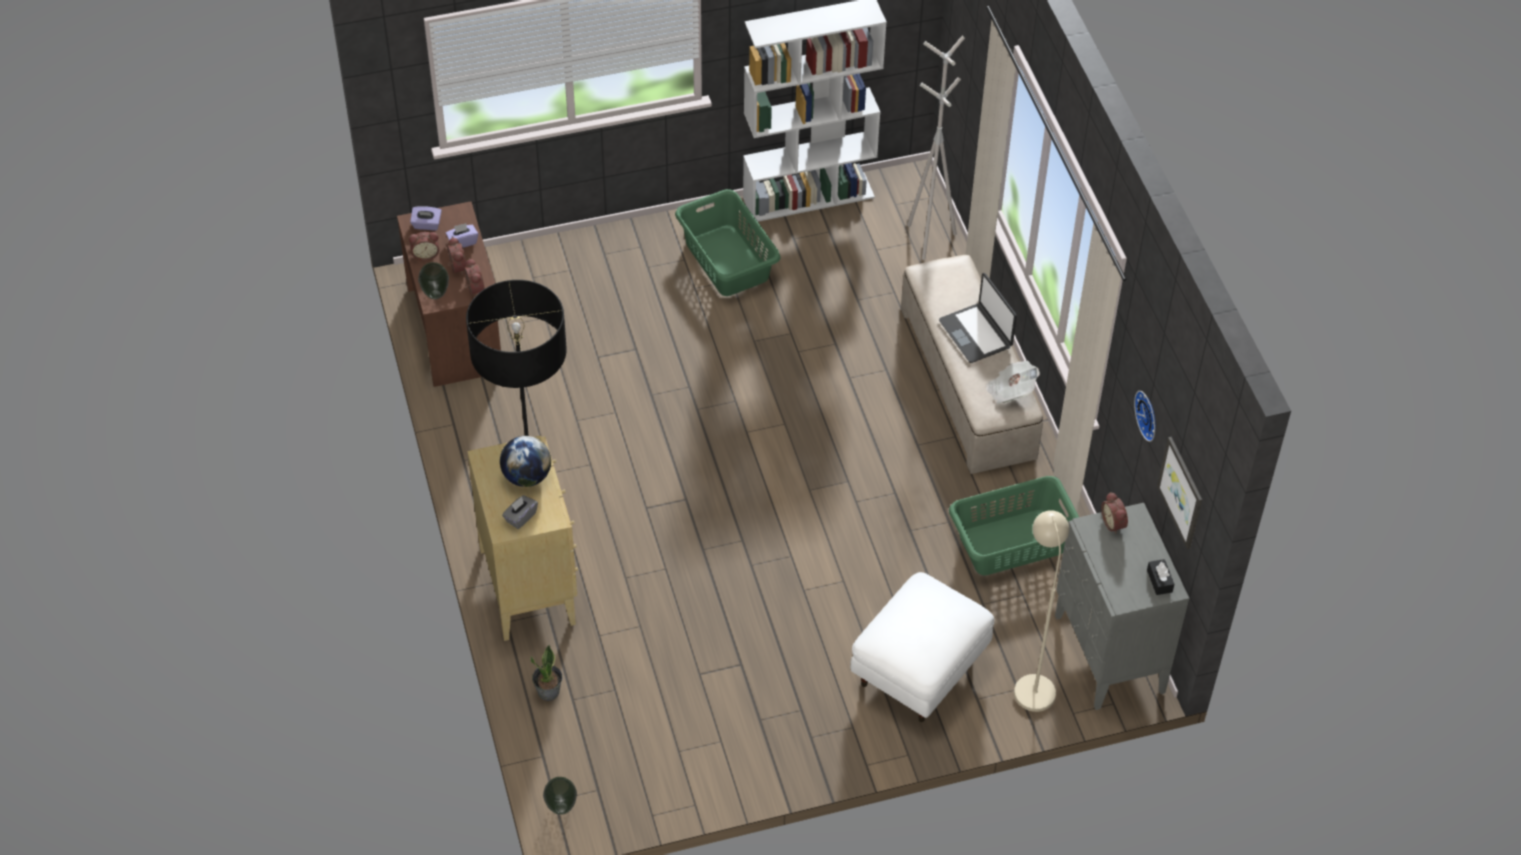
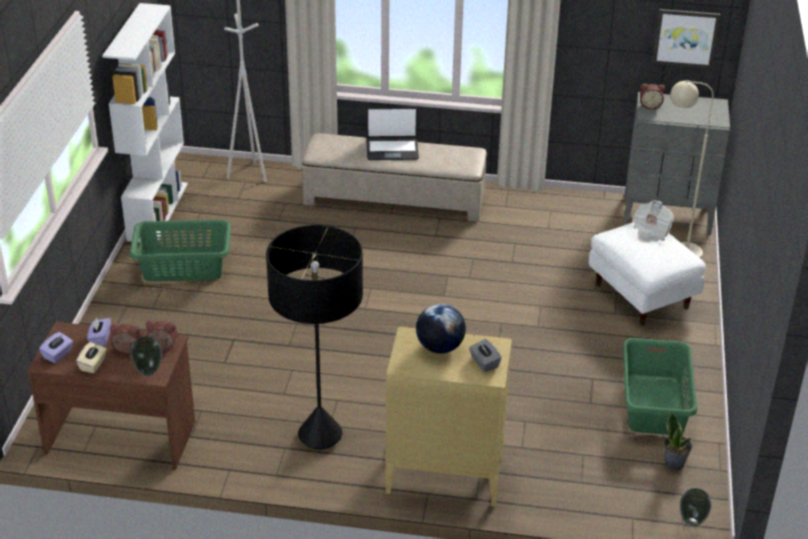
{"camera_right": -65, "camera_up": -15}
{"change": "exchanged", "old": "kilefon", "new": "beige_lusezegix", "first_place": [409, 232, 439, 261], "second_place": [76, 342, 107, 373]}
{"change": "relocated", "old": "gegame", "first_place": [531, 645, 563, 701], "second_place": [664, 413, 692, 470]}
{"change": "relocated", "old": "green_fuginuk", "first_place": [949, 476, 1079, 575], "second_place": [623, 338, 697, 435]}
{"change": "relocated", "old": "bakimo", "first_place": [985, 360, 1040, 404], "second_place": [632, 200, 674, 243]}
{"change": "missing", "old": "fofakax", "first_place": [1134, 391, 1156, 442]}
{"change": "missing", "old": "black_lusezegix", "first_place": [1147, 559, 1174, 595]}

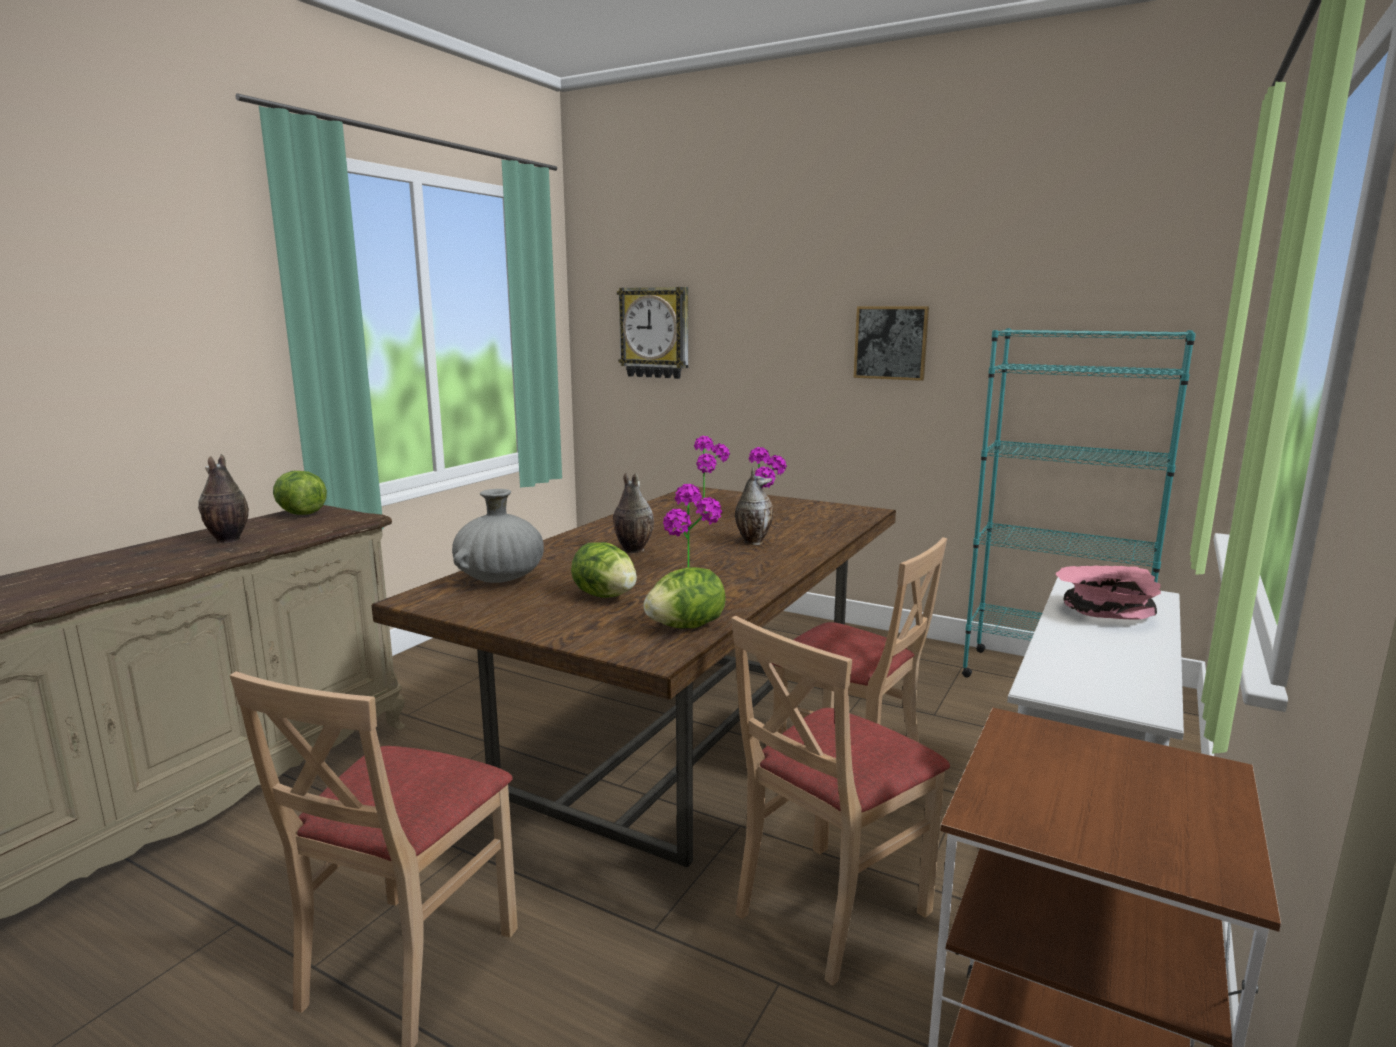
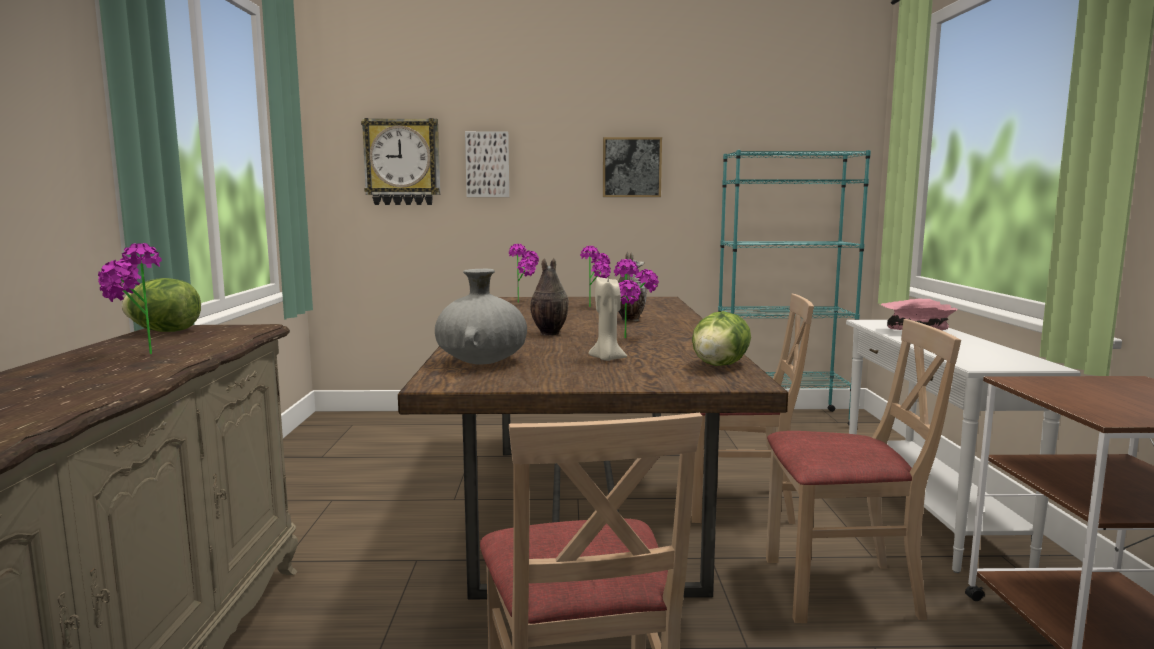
{"camera_right": -30, "camera_up": -5}
{"change": "exchanged", "old": "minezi", "new": "gegame", "first_place": [198, 454, 249, 543], "second_place": [98, 243, 162, 354]}
{"change": "exchanged", "old": "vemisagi", "new": "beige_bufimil", "first_place": [571, 542, 637, 598], "second_place": [589, 277, 627, 361]}
{"change": "spun", "old": "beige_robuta", "first_place": [731, 616, 950, 986], "second_place": [766, 319, 961, 623], "degrees": -105}
{"change": "appeared", "new": "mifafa", "second_place": [465, 131, 509, 197]}

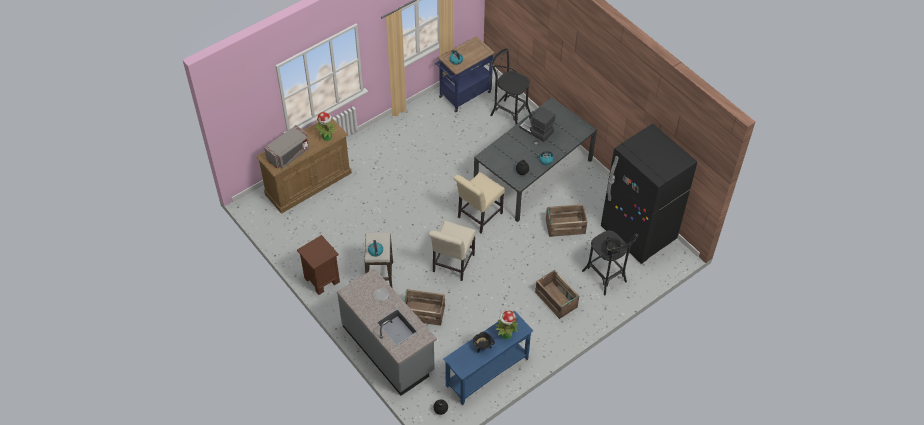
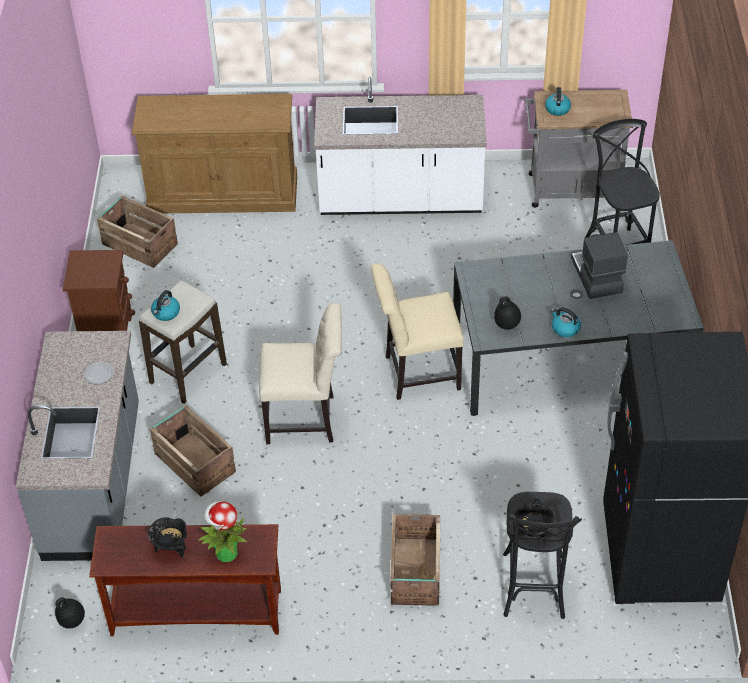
{"camera_right": 40, "camera_up": -5}
{"change": "missing", "old": "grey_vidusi", "first_place": [264, 125, 309, 169]}
{"change": "missing", "old": "gegame", "first_place": [316, 112, 337, 141]}
{"change": "spun", "old": "beige_robuta", "first_place": [429, 221, 476, 281], "second_place": [259, 303, 342, 444], "degrees": -150}
{"change": "colour", "old": "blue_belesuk", "new": "grey_belesuk", "first_place": [435, 36, 495, 112], "second_place": [524, 90, 633, 208]}
{"change": "colour", "old": "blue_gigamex", "new": "brown_gigamex", "first_place": [443, 311, 533, 405], "second_place": [89, 524, 281, 636]}
{"change": "relocated", "old": "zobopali", "first_place": [546, 204, 587, 237], "second_place": [97, 196, 178, 268]}
{"change": "appeared", "new": "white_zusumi", "second_place": [314, 77, 487, 215]}

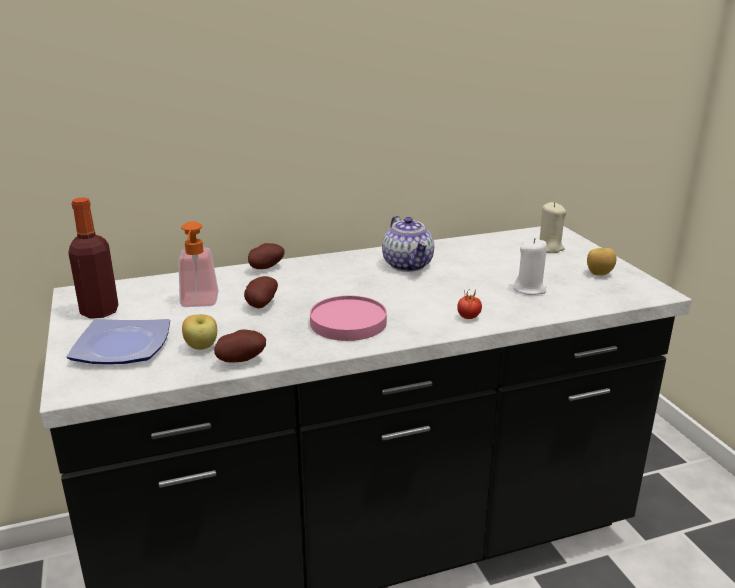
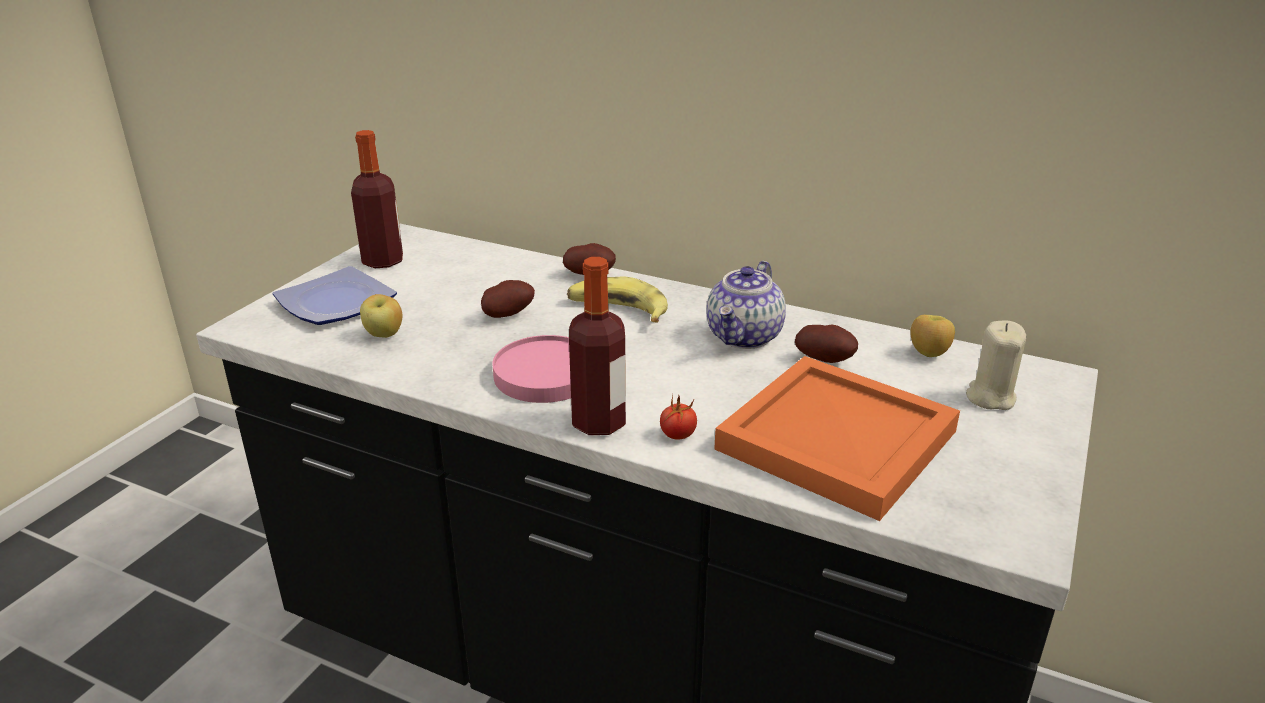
{"camera_right": 45, "camera_up": 5}
{"change": "missing", "old": "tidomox", "first_place": [178, 221, 219, 307]}
{"change": "relocated", "old": "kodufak", "first_place": [214, 330, 266, 363], "second_place": [795, 324, 858, 363]}
{"change": "exchanged", "old": "white_bufimil", "new": "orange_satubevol", "first_place": [513, 238, 547, 295], "second_place": [714, 356, 960, 521]}
{"change": "relocated", "old": "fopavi", "first_place": [587, 248, 616, 276], "second_place": [910, 315, 955, 357]}
{"change": "appeared", "new": "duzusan", "second_place": [567, 277, 668, 322]}
{"change": "appeared", "new": "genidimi", "second_place": [569, 257, 626, 435]}

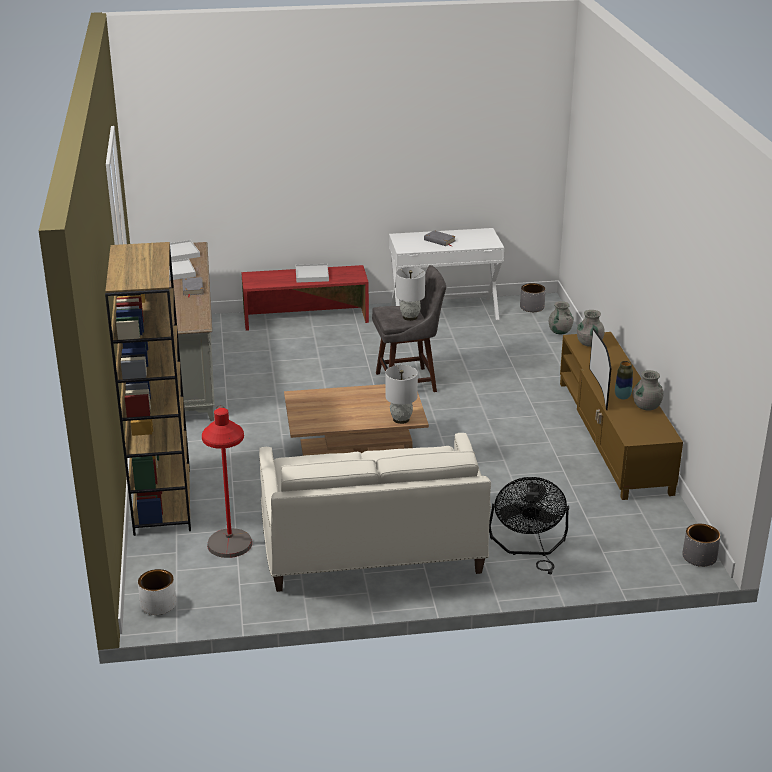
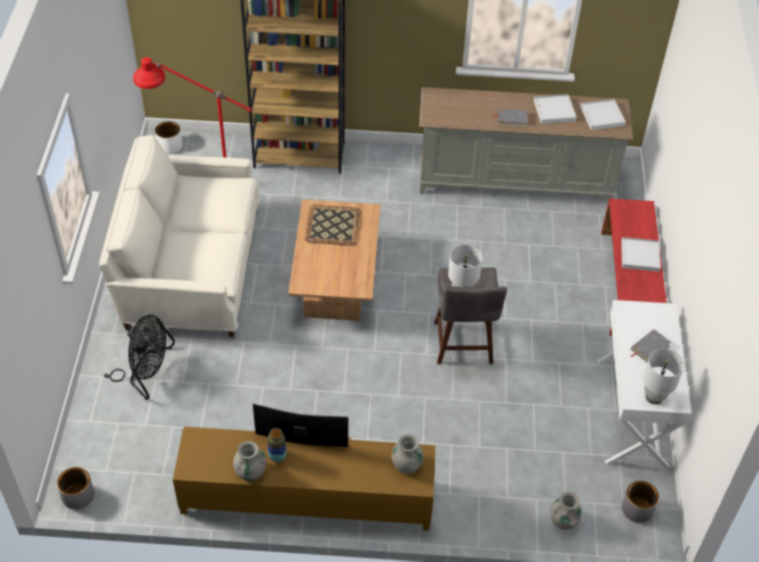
{"camera_right": 100, "camera_up": 20}
{"change": "relocated", "old": "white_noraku", "first_place": [385, 365, 418, 424], "second_place": [643, 349, 684, 404]}
{"change": "appeared", "new": "satubevol", "second_place": [305, 205, 360, 246]}

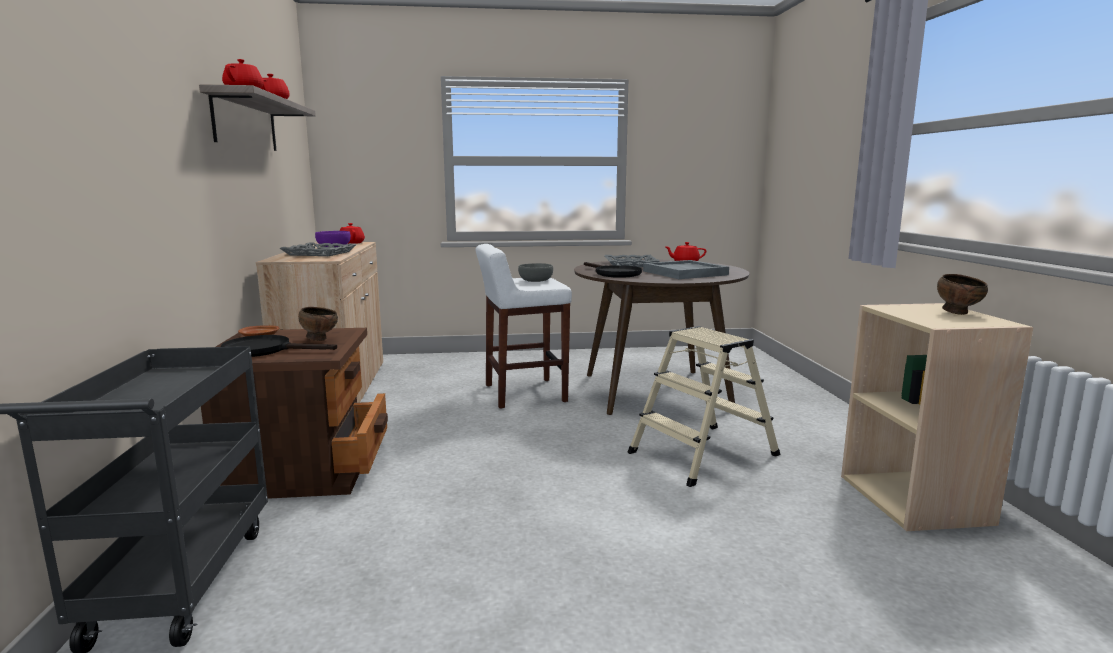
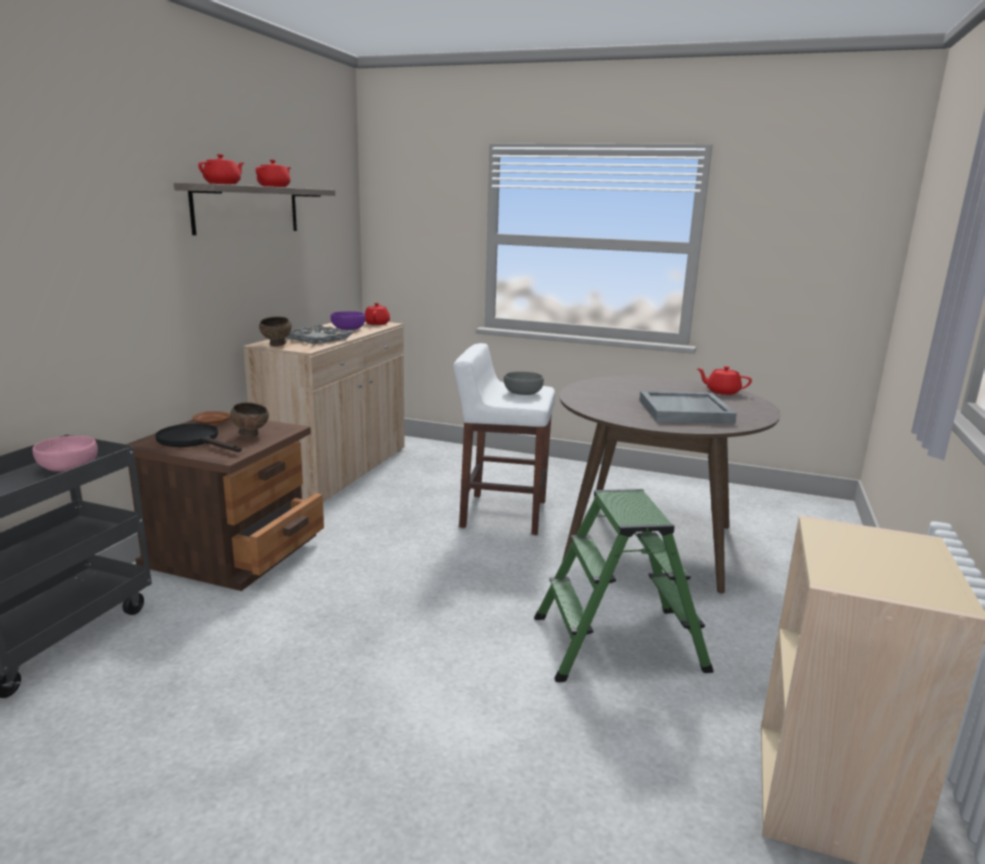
{"camera_right": 25, "camera_up": 5}
{"change": "missing", "old": "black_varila", "first_place": [584, 262, 642, 278]}
{"change": "missing", "old": "grey_satubevol", "first_place": [604, 255, 660, 267]}
{"change": "colour", "old": "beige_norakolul", "new": "green_norakolul", "first_place": [627, 326, 781, 487], "second_place": [534, 489, 714, 682]}
{"change": "relocated", "old": "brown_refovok", "first_place": [937, 274, 988, 315], "second_place": [259, 317, 292, 346]}
{"change": "appeared", "new": "pink_refovok", "second_place": [32, 436, 98, 472]}

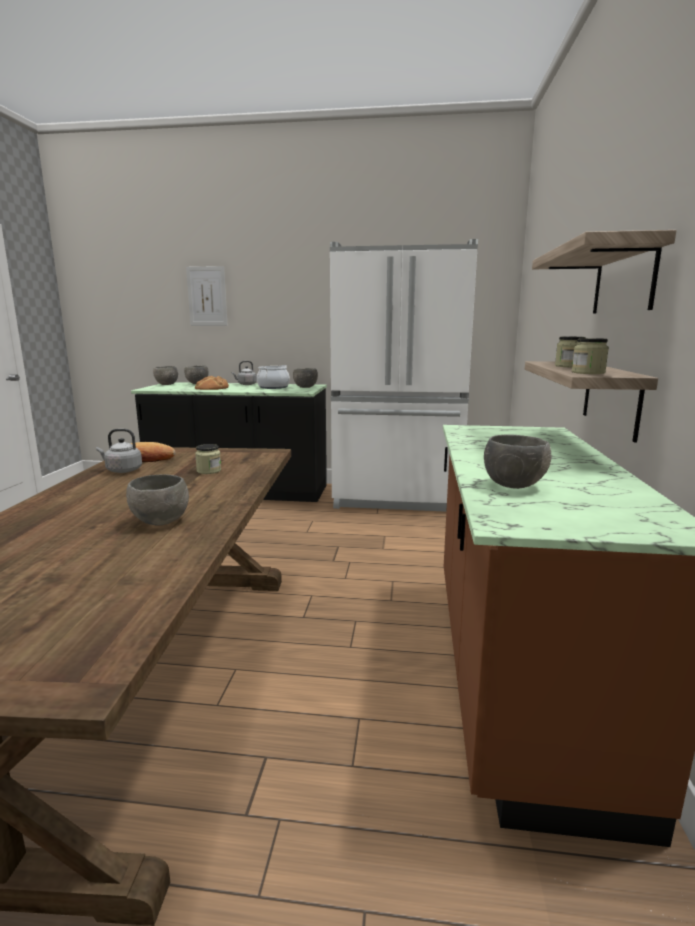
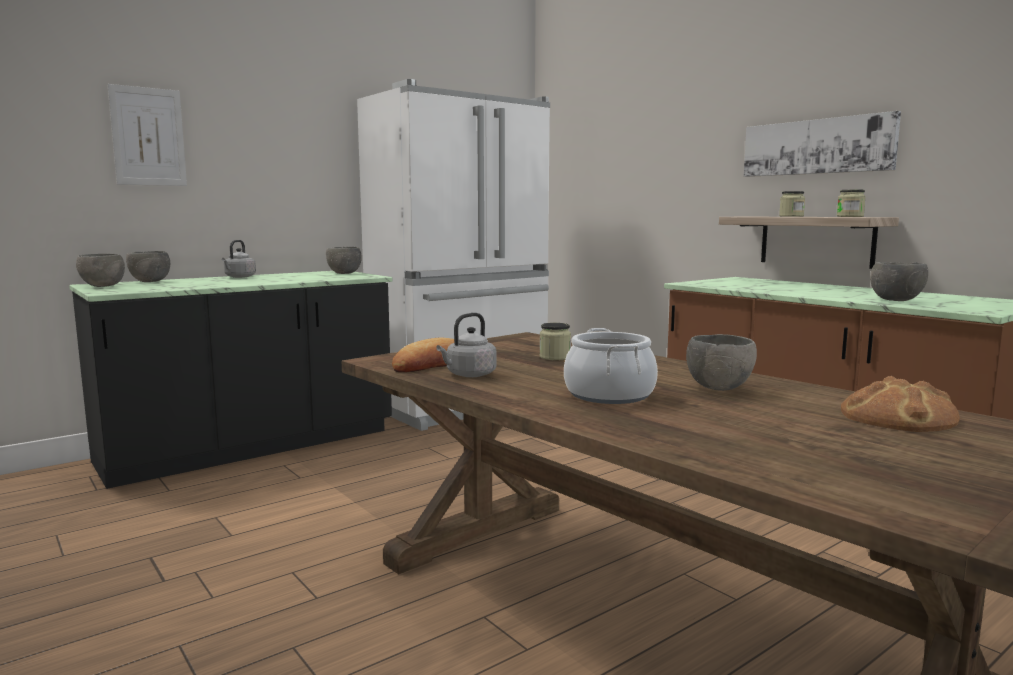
{"camera_right": -45, "camera_up": -5}
{"change": "relocated", "old": "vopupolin", "first_place": [195, 376, 229, 390], "second_place": [841, 376, 960, 432]}
{"change": "relocated", "old": "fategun", "first_place": [257, 365, 290, 389], "second_place": [564, 328, 658, 404]}
{"change": "exchanged", "old": "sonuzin", "new": "mifafa", "first_place": [532, 230, 676, 314], "second_place": [744, 111, 901, 177]}

